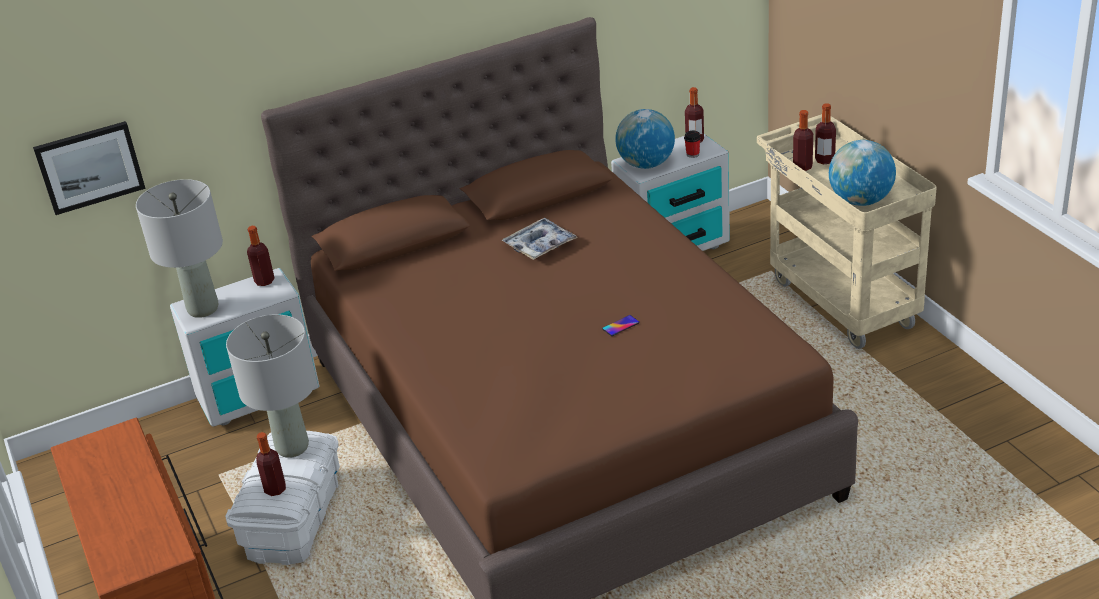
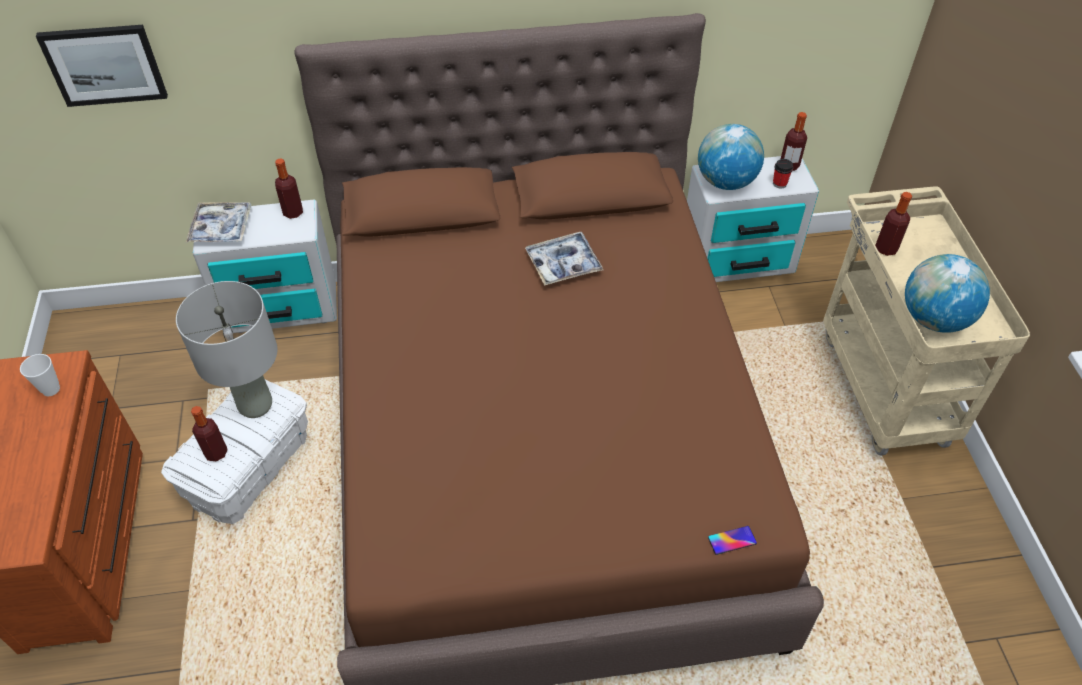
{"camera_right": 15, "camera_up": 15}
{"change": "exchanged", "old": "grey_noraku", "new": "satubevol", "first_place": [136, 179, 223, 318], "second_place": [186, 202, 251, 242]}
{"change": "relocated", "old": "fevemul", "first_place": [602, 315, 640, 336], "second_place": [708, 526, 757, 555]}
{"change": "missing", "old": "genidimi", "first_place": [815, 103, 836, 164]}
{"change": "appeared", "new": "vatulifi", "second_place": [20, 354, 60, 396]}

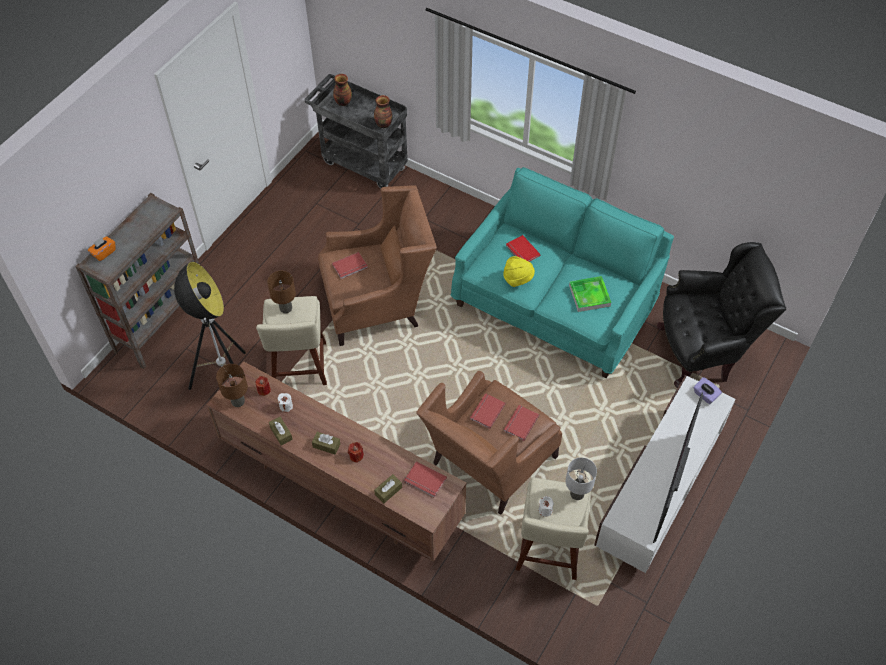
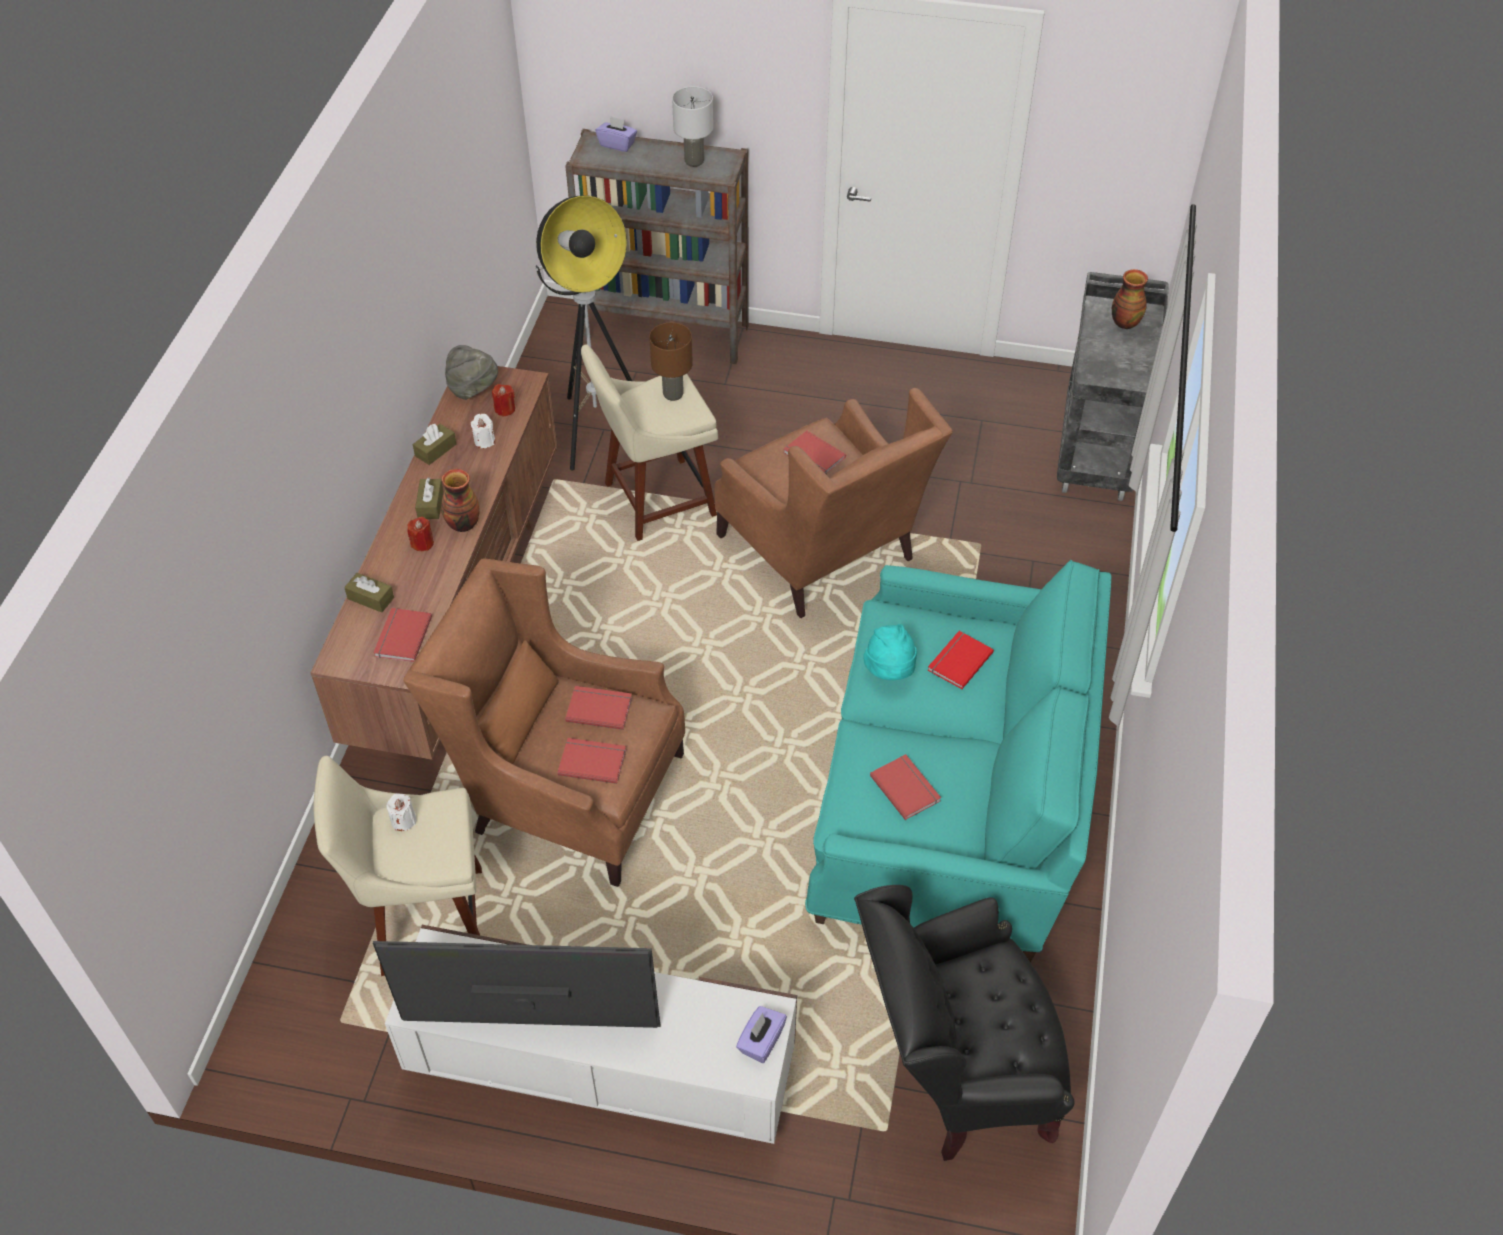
{"camera_right": 70, "camera_up": -5}
{"change": "colour", "old": "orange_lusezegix", "new": "purple_lusezegix", "first_place": [88, 236, 116, 261], "second_place": [596, 116, 637, 152]}
{"change": "exchanged", "old": "brown_noraku", "new": "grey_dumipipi", "first_place": [216, 364, 248, 407], "second_place": [445, 345, 498, 400]}
{"change": "relocated", "old": "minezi", "first_place": [374, 95, 393, 128], "second_place": [441, 469, 480, 532]}
{"change": "colour", "old": "yellow_dumipipi", "new": "turquoise_dumipipi", "first_place": [503, 256, 535, 287], "second_place": [863, 624, 917, 680]}
{"change": "relocated", "old": "white_noraku", "first_place": [566, 457, 597, 500], "second_place": [672, 86, 713, 167]}
{"change": "exchanged", "old": "satubevol", "new": "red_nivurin", "first_place": [569, 276, 611, 312], "second_place": [870, 754, 941, 820]}
{"change": "spun", "old": "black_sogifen", "first_place": [657, 242, 786, 388], "second_place": [854, 885, 1074, 1161], "degrees": 105}

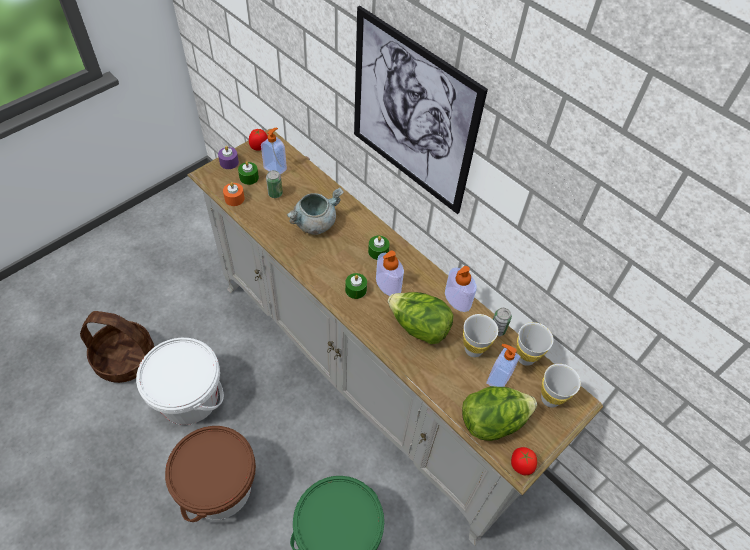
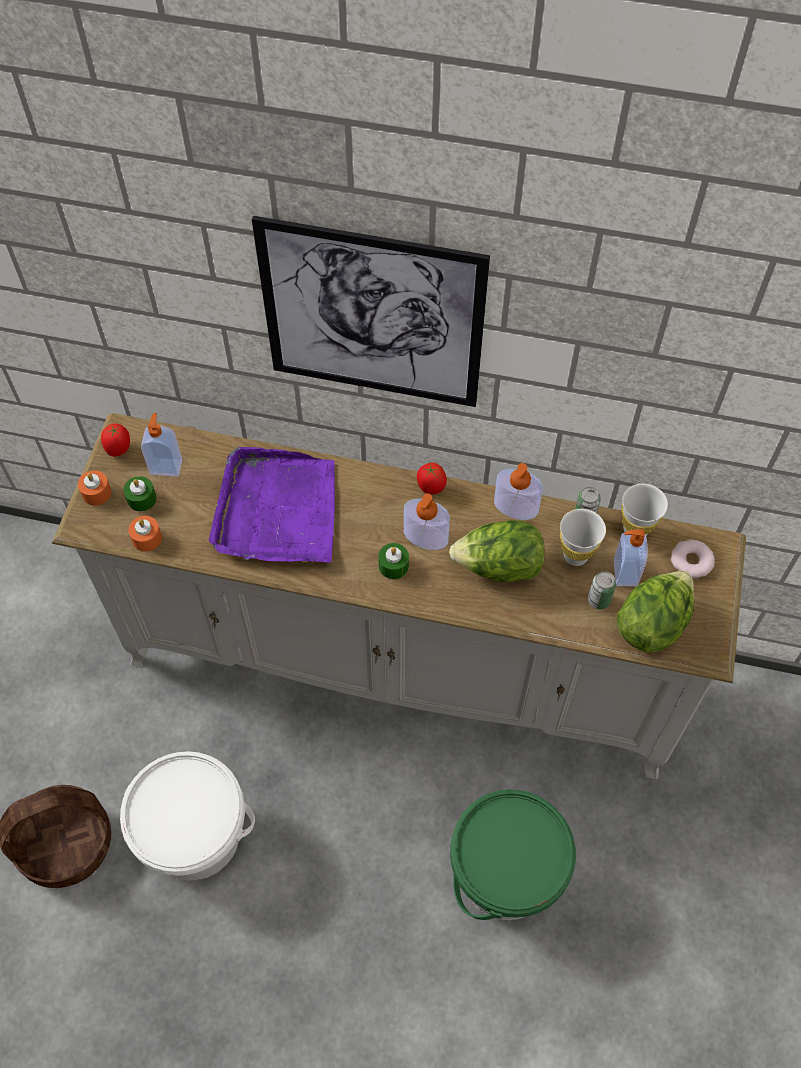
{"camera_right": -30, "camera_up": 5}
{"change": "missing", "old": "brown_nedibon", "first_place": [165, 426, 256, 522]}
{"change": "colour", "old": "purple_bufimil", "new": "orange_bufimil", "first_place": [218, 146, 239, 169], "second_place": [78, 471, 111, 506]}
{"change": "relocated", "old": "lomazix", "first_place": [266, 170, 283, 198], "second_place": [588, 571, 616, 609]}
{"change": "exchanged", "old": "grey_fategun", "new": "purple_satubevol", "first_place": [287, 187, 344, 235], "second_place": [209, 447, 335, 563]}
{"change": "missing", "old": "green_bufimil", "first_place": [368, 235, 389, 260]}
{"change": "relocated", "old": "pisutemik", "first_place": [511, 447, 537, 475], "second_place": [417, 463, 447, 494]}
{"change": "exchanged", "old": "white_vatulifi", "new": "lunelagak", "first_place": [541, 364, 581, 408], "second_place": [671, 539, 715, 578]}

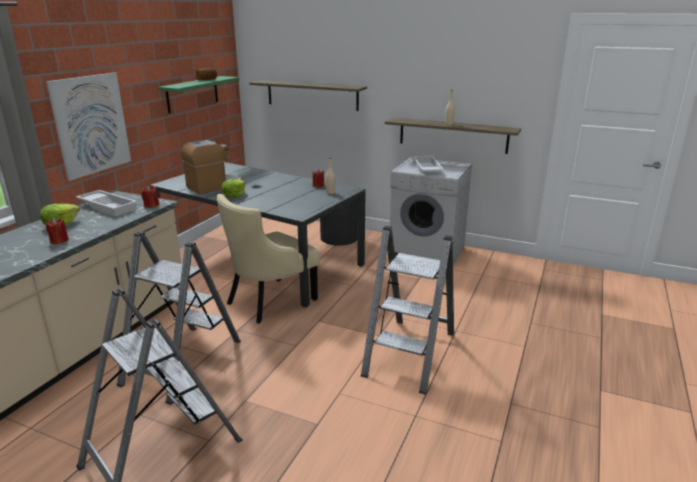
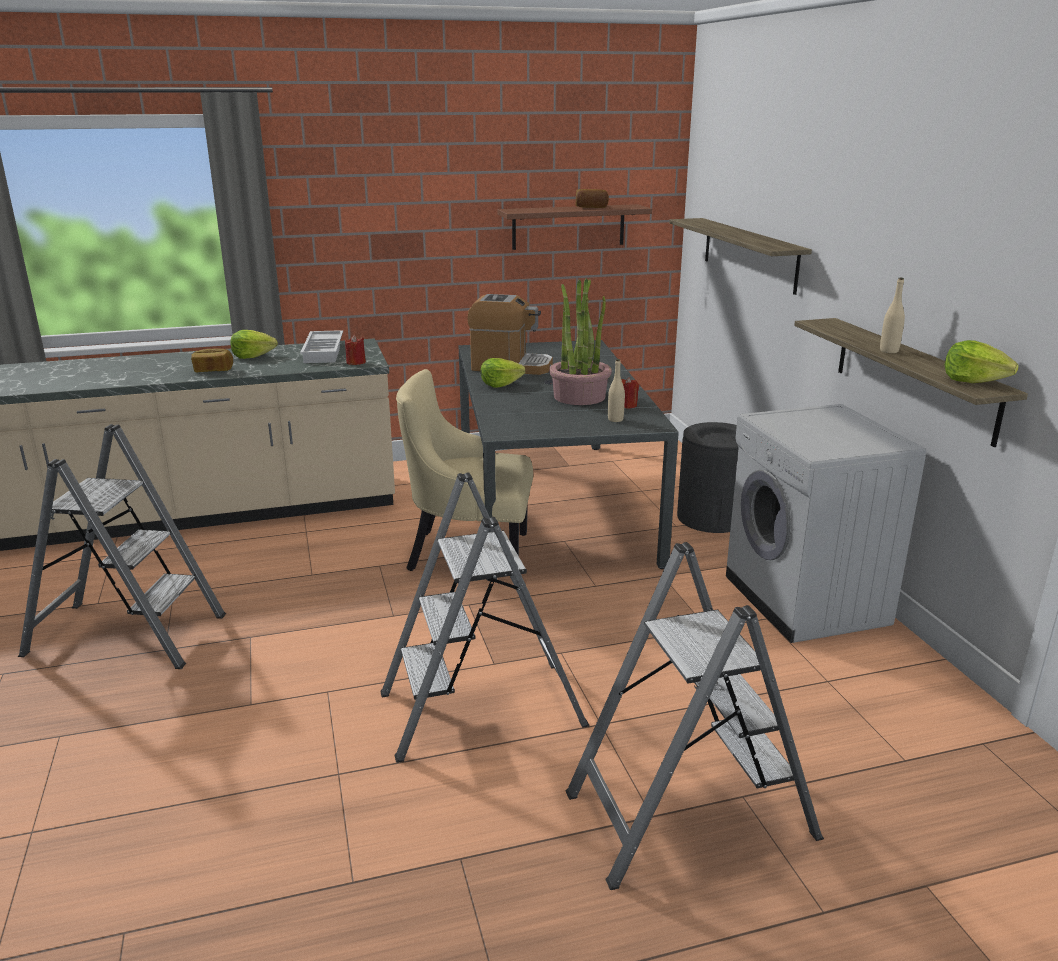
{"camera_right": 50, "camera_up": 0}
{"change": "missing", "old": "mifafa", "first_place": [46, 72, 131, 181]}
{"change": "exchanged", "old": "red_bufimil", "new": "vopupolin", "first_place": [46, 218, 69, 244], "second_place": [191, 348, 233, 372]}
{"change": "relocated", "old": "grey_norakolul", "first_place": [116, 231, 241, 405], "second_place": [566, 542, 824, 890]}
{"change": "colour", "old": "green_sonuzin", "new": "brown_sonuzin", "first_place": [158, 76, 239, 113], "second_place": [498, 204, 652, 250]}
{"change": "missing", "old": "white_satubevol", "first_place": [413, 156, 444, 172]}
{"change": "appeared", "new": "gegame", "second_place": [549, 278, 612, 405]}
{"change": "appeared", "new": "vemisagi", "second_place": [945, 340, 1019, 383]}

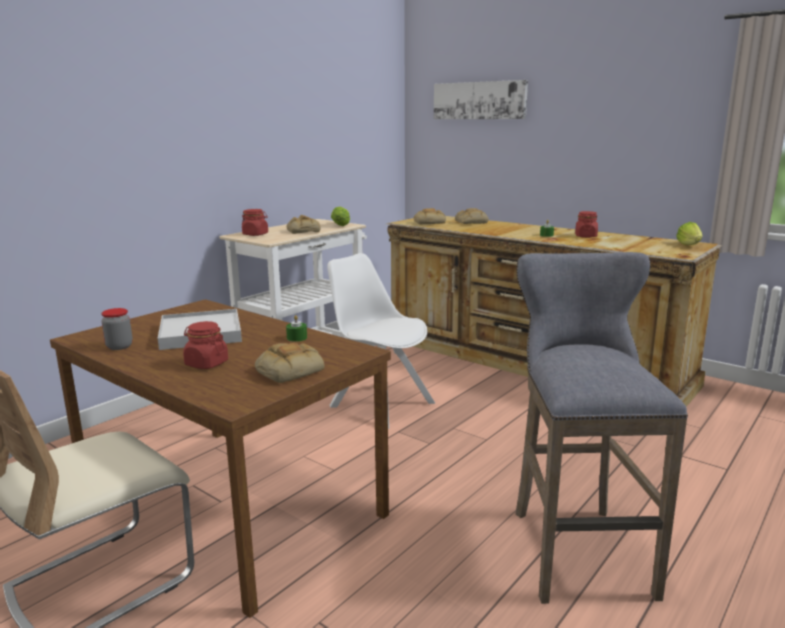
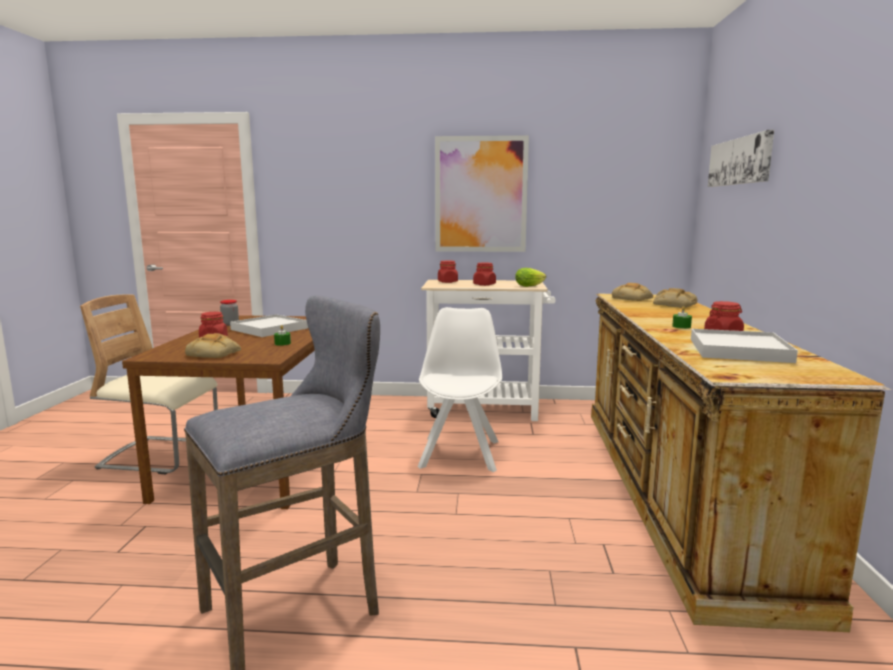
{"camera_right": 55, "camera_up": -5}
{"change": "exchanged", "old": "vopupolin", "new": "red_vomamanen", "first_place": [286, 215, 321, 234], "second_place": [473, 262, 496, 286]}
{"change": "missing", "old": "vemisagi", "first_place": [676, 222, 702, 245]}
{"change": "appeared", "new": "mifafa", "second_place": [435, 135, 529, 252]}
{"change": "appeared", "new": "white_satubevol", "second_place": [691, 329, 798, 363]}

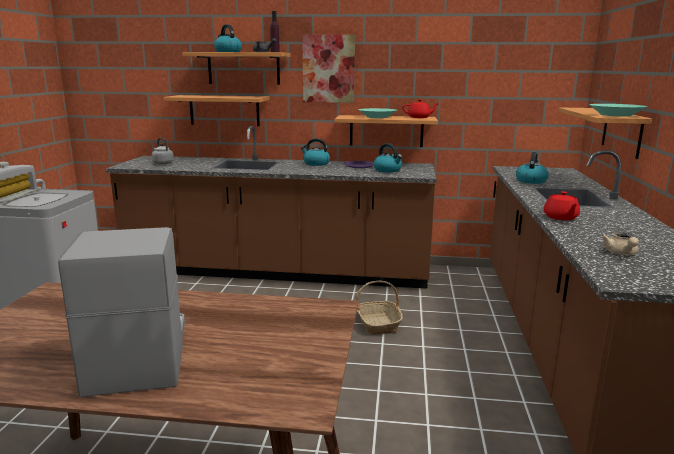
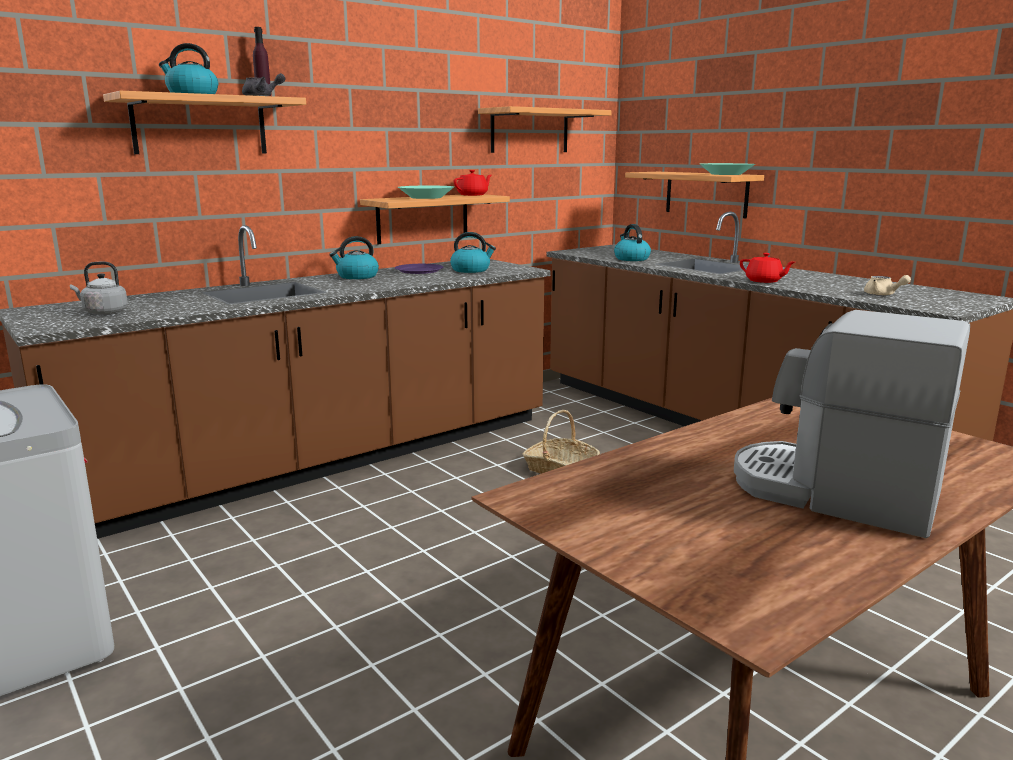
{"camera_right": -45, "camera_up": 0}
{"change": "relocated", "old": "sonuzin", "first_place": [164, 95, 270, 126], "second_place": [478, 106, 612, 153]}
{"change": "missing", "old": "mifafa", "first_place": [302, 35, 355, 103]}

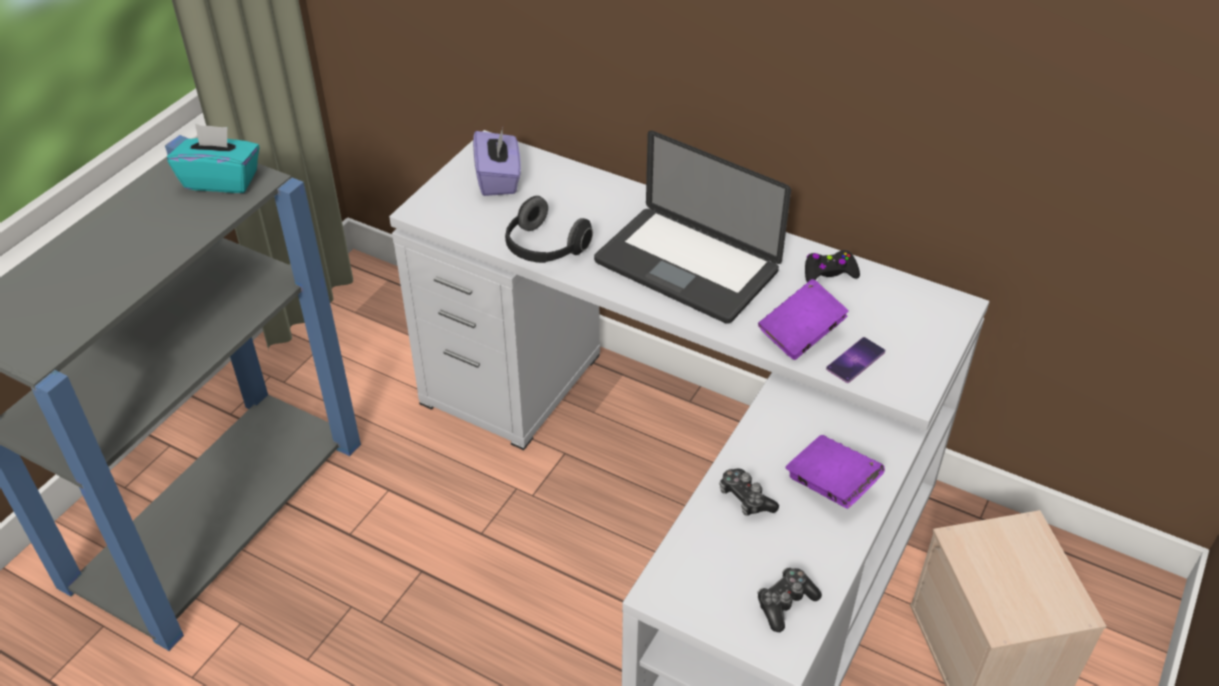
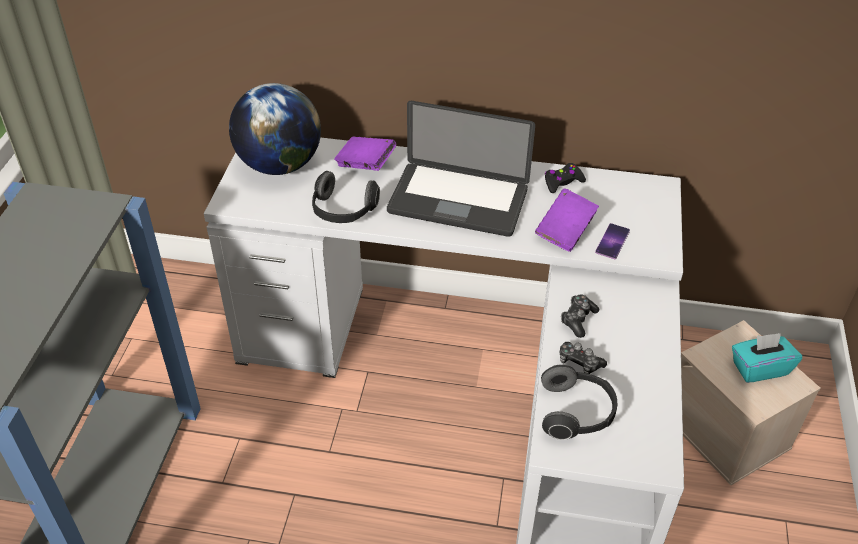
{"camera_right": -20, "camera_up": 0}
{"change": "relocated", "old": "turquoise_lusezegix", "first_place": [167, 124, 260, 193], "second_place": [732, 333, 802, 383]}
{"change": "exchanged", "old": "purple_lusezegix", "new": "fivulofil", "first_place": [473, 128, 521, 196], "second_place": [229, 83, 321, 175]}
{"change": "relocated", "old": "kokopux", "first_place": [757, 567, 822, 632], "second_place": [561, 295, 599, 338]}
{"change": "relocated", "old": "purple_nivurin", "first_place": [785, 435, 885, 509], "second_place": [334, 137, 396, 171]}
{"change": "appeared", "new": "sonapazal", "second_place": [541, 365, 617, 440]}

